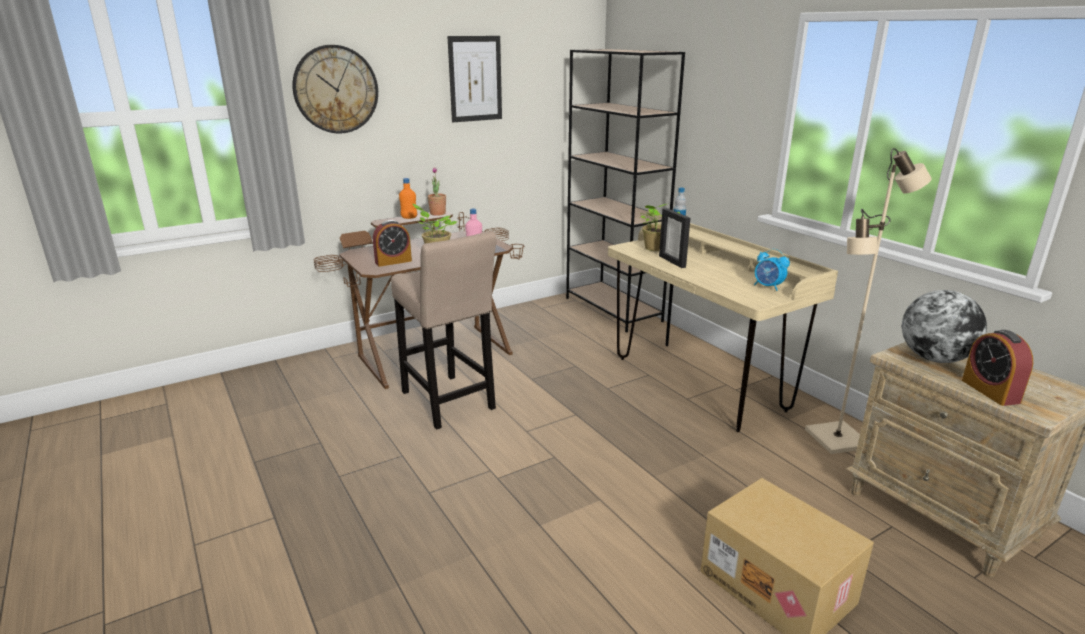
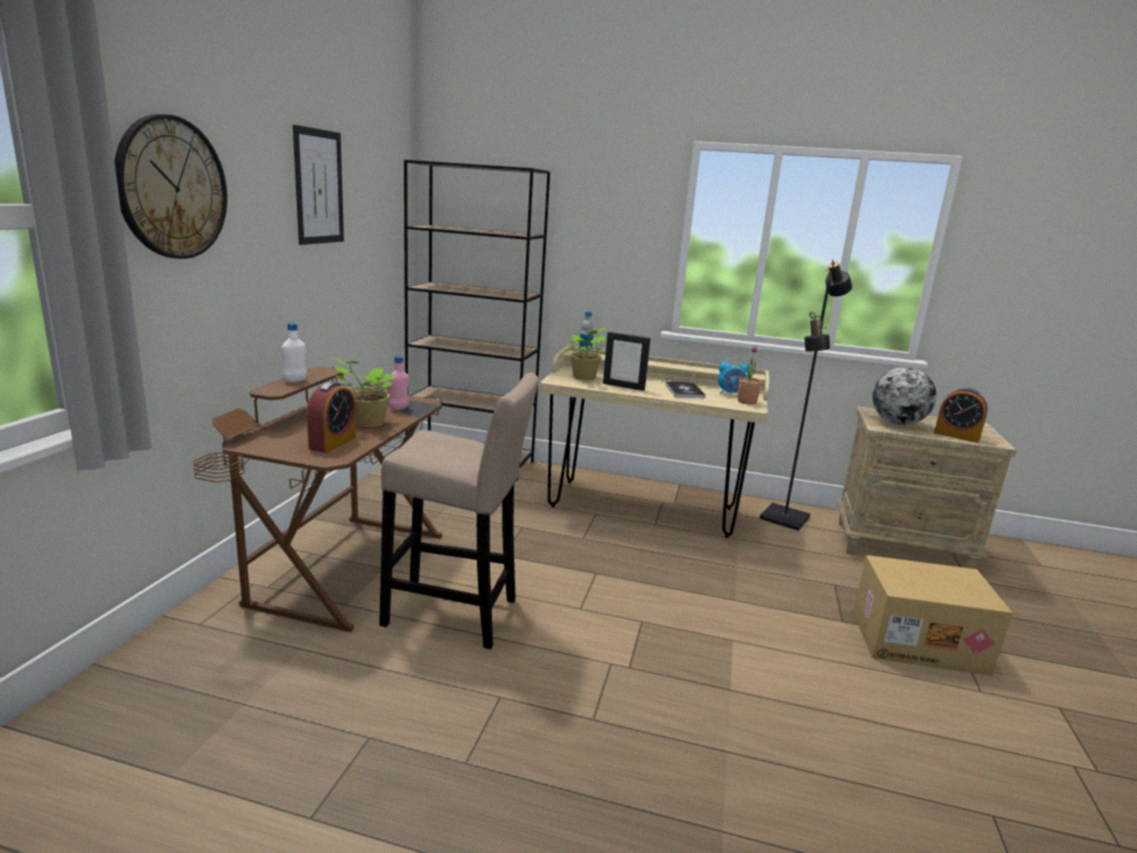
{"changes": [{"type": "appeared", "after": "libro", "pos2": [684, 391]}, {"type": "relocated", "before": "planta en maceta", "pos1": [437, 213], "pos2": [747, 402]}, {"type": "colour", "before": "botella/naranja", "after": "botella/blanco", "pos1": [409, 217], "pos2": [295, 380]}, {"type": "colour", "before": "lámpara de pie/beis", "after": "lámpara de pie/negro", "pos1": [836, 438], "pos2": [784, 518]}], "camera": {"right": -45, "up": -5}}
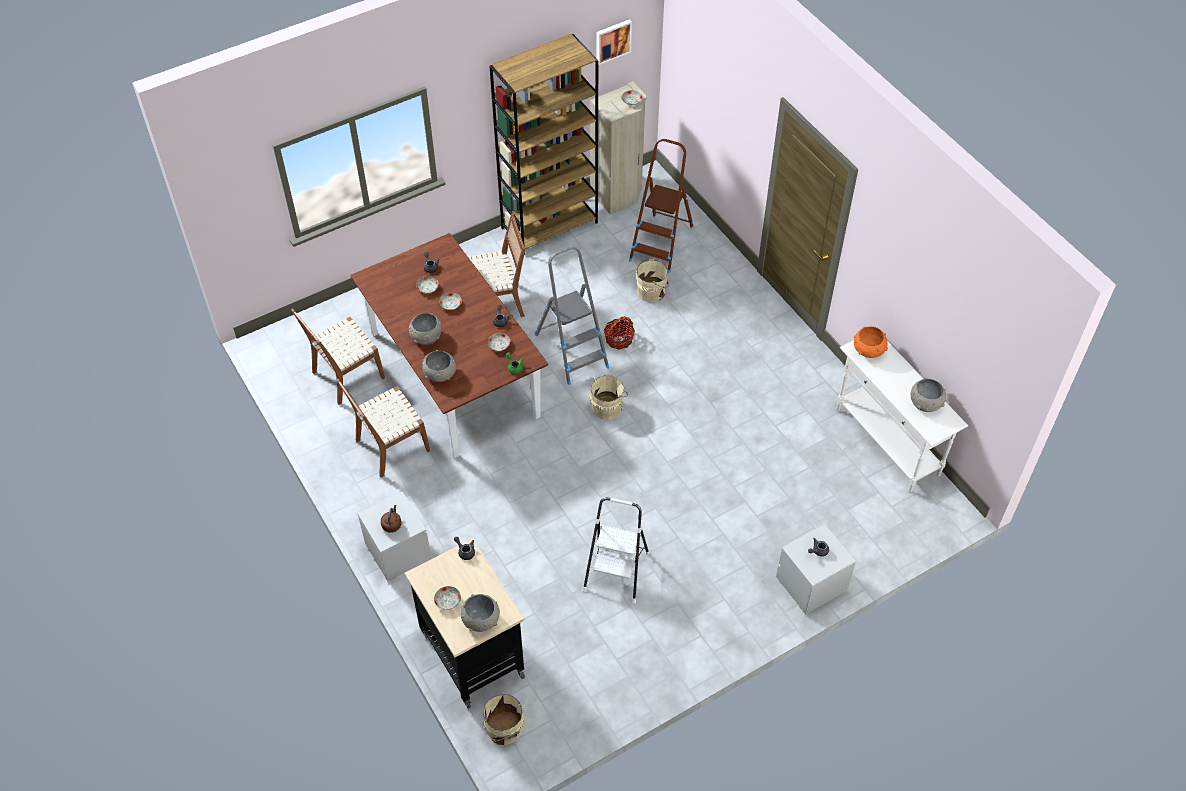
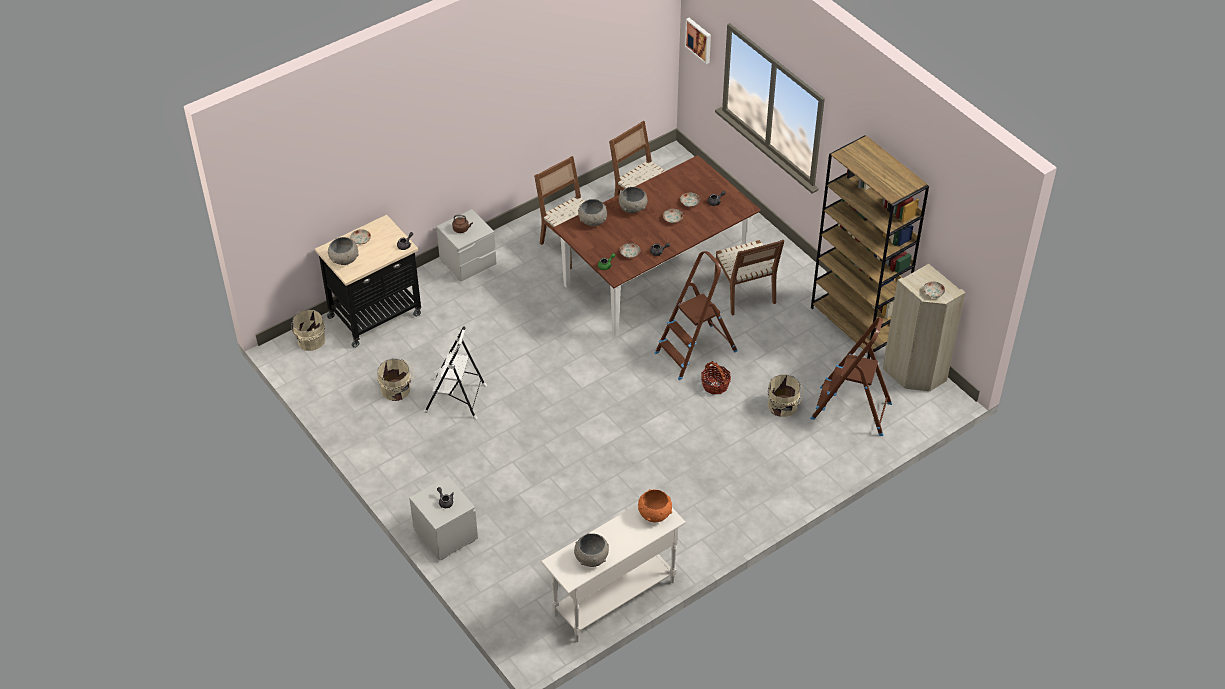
{"changes": [{"type": "relocated", "before": "cubo/beis", "pos1": [608, 407], "pos2": [396, 390]}, {"type": "relocated", "before": "cuadro", "pos1": [612, 41], "pos2": [699, 40]}, {"type": "colour", "before": "escalera de tijera/gris", "after": "escalera de tijera/marrón", "pos1": [572, 351], "pos2": [695, 352]}], "camera": {"right": 85, "up": -5}}
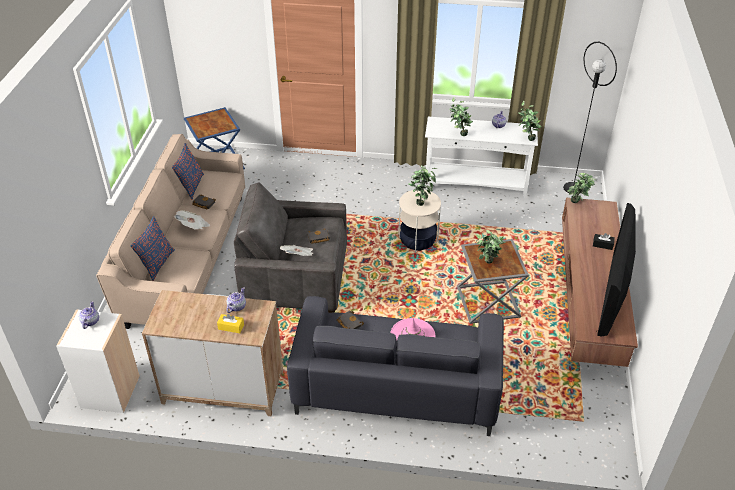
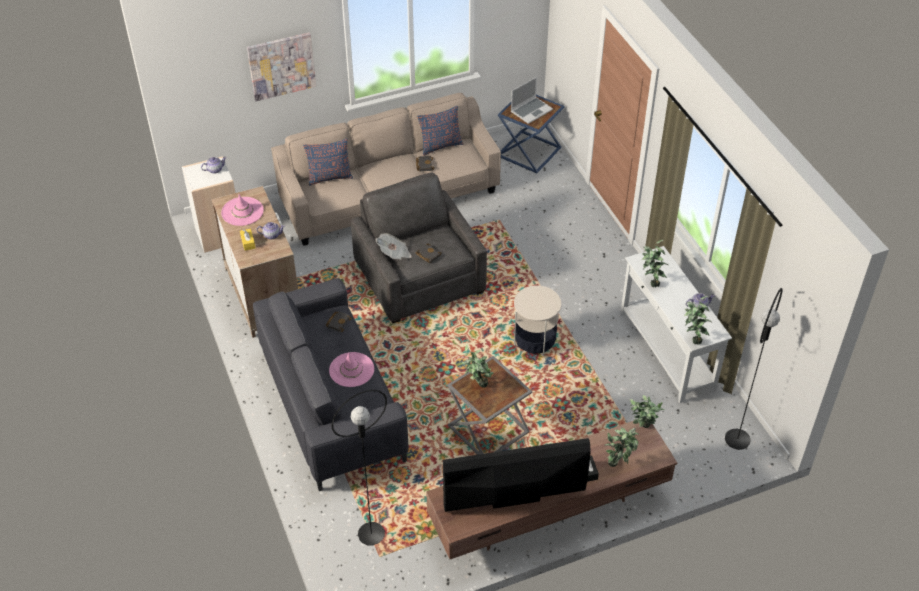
{"changes": [{"type": "missing", "before": "periódico", "pos1": [193, 227]}, {"type": "appeared", "after": "sombrero/rosa", "pos2": [242, 211]}, {"type": "appeared", "after": "cuadro", "pos2": [281, 66]}, {"type": "appeared", "after": "lámpara de pie/negro", "pos2": [371, 534]}, {"type": "appeared", "after": "portátil", "pos2": [531, 110]}, {"type": "relocated", "before": "planta en maceta", "pos1": [421, 201], "pos2": [619, 463]}], "camera": {"right": 60, "up": 5}}
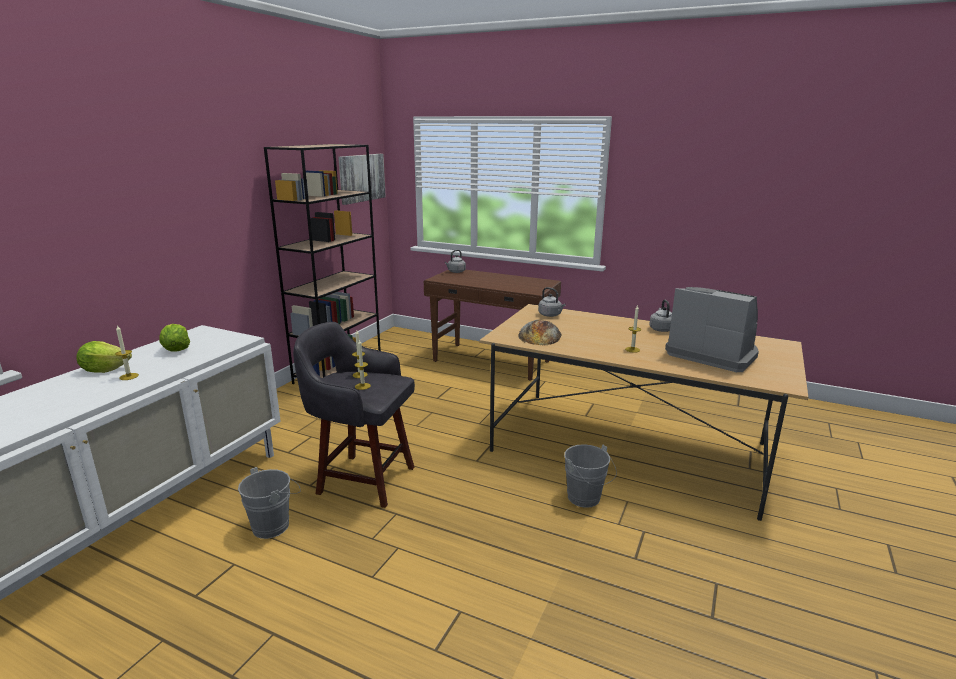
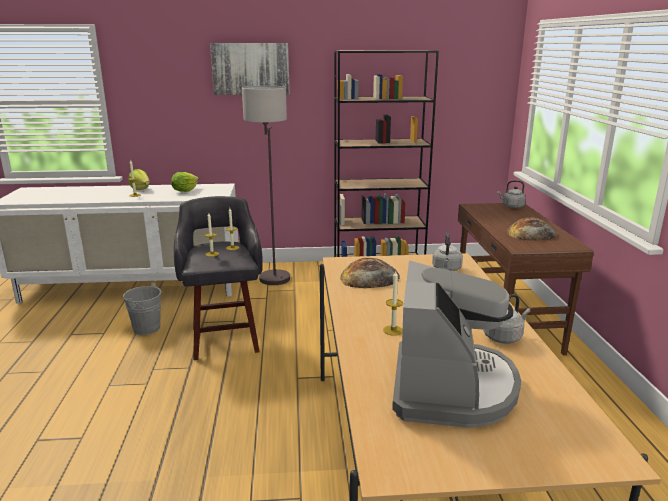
{"changes": [{"type": "missing", "before": "cubo/gris", "pos1": [586, 499]}, {"type": "appeared", "after": "lámpara de pie/gris", "pos2": [273, 283]}, {"type": "appeared", "after": "pan", "pos2": [531, 233]}, {"type": "relocated", "before": "cuadro", "pos1": [361, 178], "pos2": [250, 68]}], "camera": {"right": 60, "up": 0}}
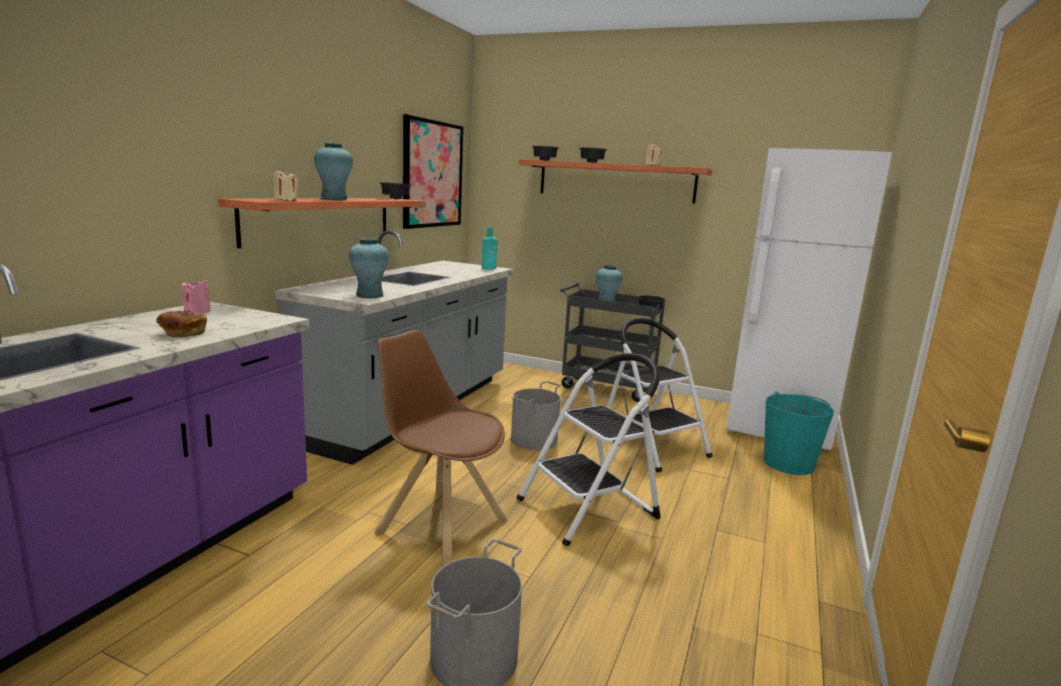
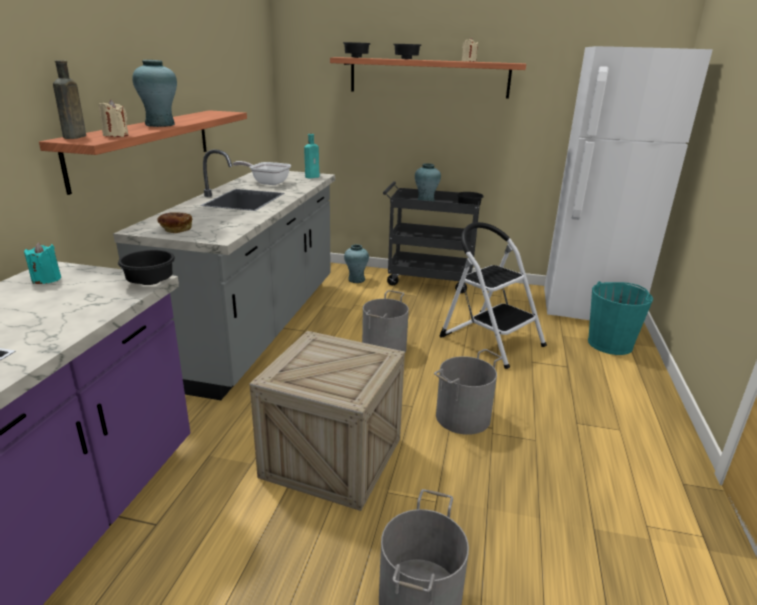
{"changes": [{"type": "missing", "before": "cuadro", "pos1": [432, 174]}, {"type": "appeared", "after": "botella/marrón", "pos2": [74, 137]}, {"type": "appeared", "after": "sartén", "pos2": [267, 182]}, {"type": "relocated", "before": "pan", "pos1": [182, 333], "pos2": [175, 229]}, {"type": "relocated", "before": "florero/turquesa", "pos1": [369, 295], "pos2": [356, 280]}, {"type": "relocated", "before": "cuenco/negro", "pos1": [394, 199], "pos2": [148, 282]}, {"type": "exchanged", "before": "silla/marrón", "after": "caja de embalaje", "pos1": [439, 525], "pos2": [332, 457]}, {"type": "exchanged", "before": "escalera de tijera", "after": "cubo/gris", "pos1": [591, 509], "pos2": [463, 417]}, {"type": "colour", "before": "vela/rosa", "after": "vela/turquesa", "pos1": [197, 311], "pos2": [46, 279]}], "camera": {"right": -10, "up": 10}}
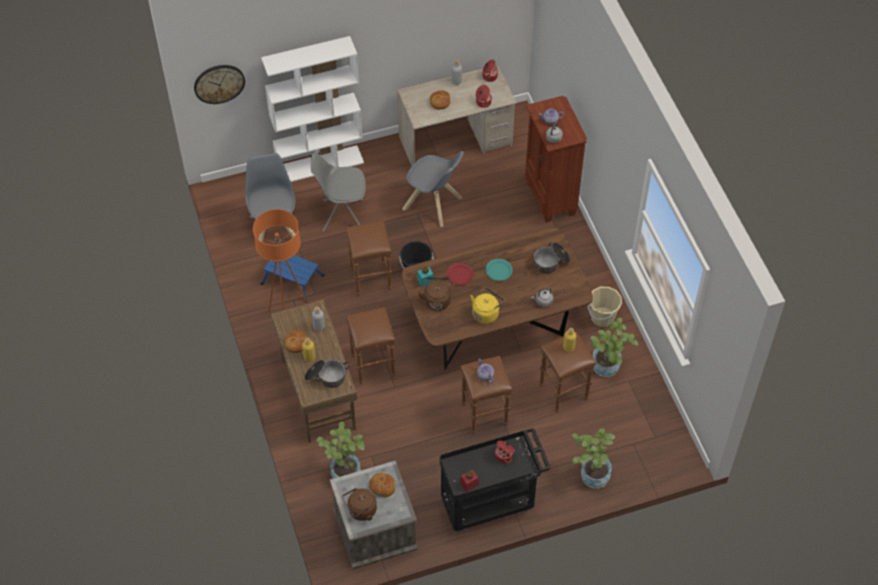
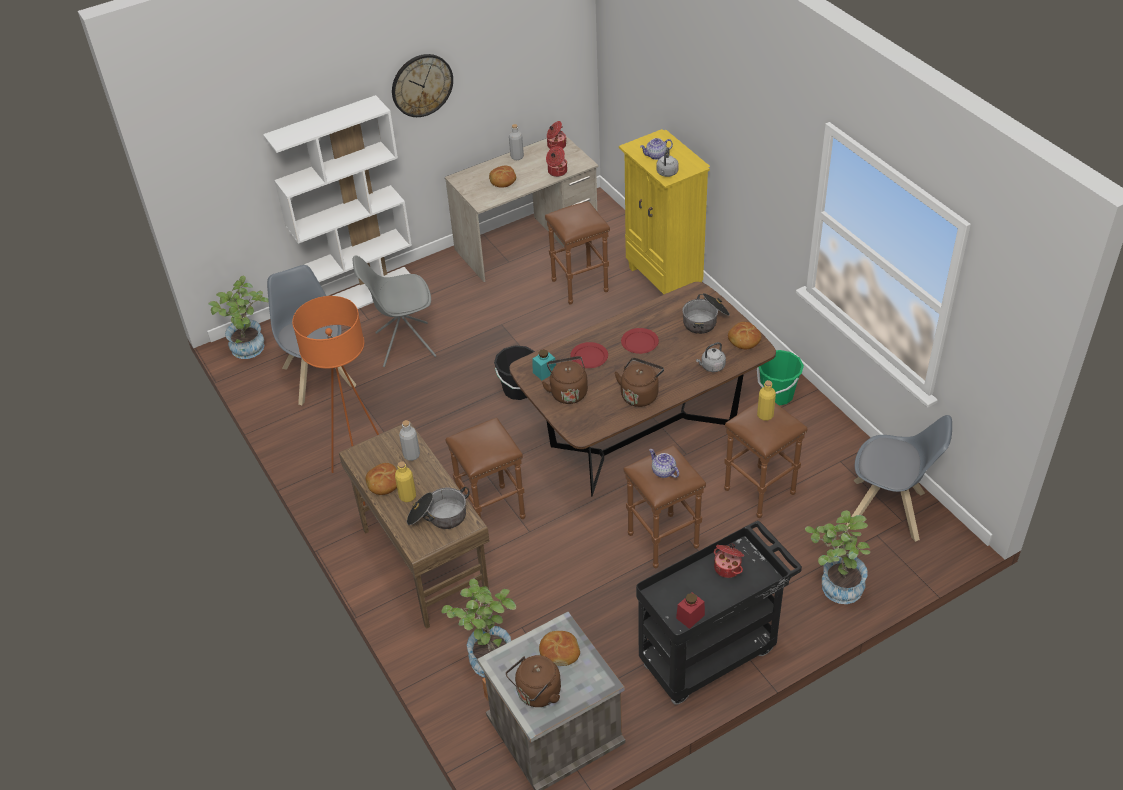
{"changes": [{"type": "missing", "before": "escalera de tijera/azul", "pos1": [292, 279]}, {"type": "appeared", "after": "pan", "pos2": [743, 340]}, {"type": "relocated", "before": "reloj de pared", "pos1": [219, 83], "pos2": [422, 85]}, {"type": "relocated", "before": "taburete/marrón", "pos1": [370, 279], "pos2": [579, 286]}, {"type": "relocated", "before": "silla/gris", "pos1": [434, 204], "pos2": [888, 510]}, {"type": "relocated", "before": "planta en maceta", "pos1": [608, 369], "pos2": [250, 350]}, {"type": "colour", "before": "hervidor/amarillo", "after": "hervidor/marrón", "pos1": [486, 313], "pos2": [640, 394]}, {"type": "colour", "before": "plato/turquesa", "after": "plato/rojo", "pos1": [498, 271], "pos2": [639, 342]}, {"type": "colour", "before": "armario/marrón", "after": "armario/amarillo", "pos1": [549, 199], "pos2": [663, 280]}, {"type": "colour", "before": "cubo/beis", "after": "cubo/verde", "pos1": [602, 317], "pos2": [777, 394]}], "camera": {"right": -10, "up": -10}}
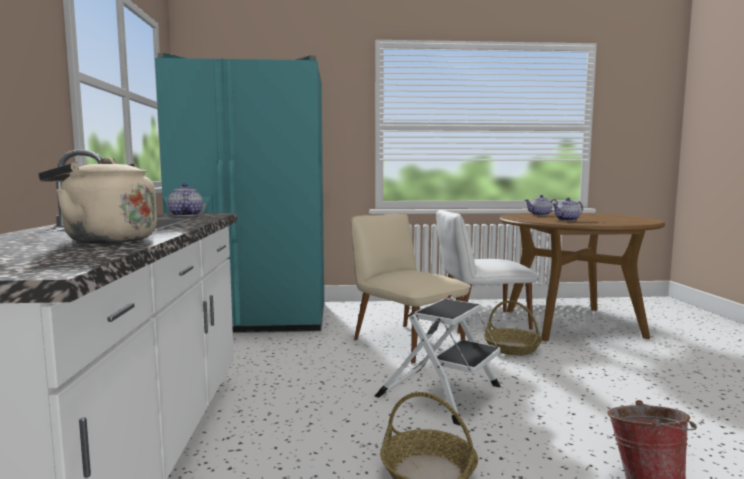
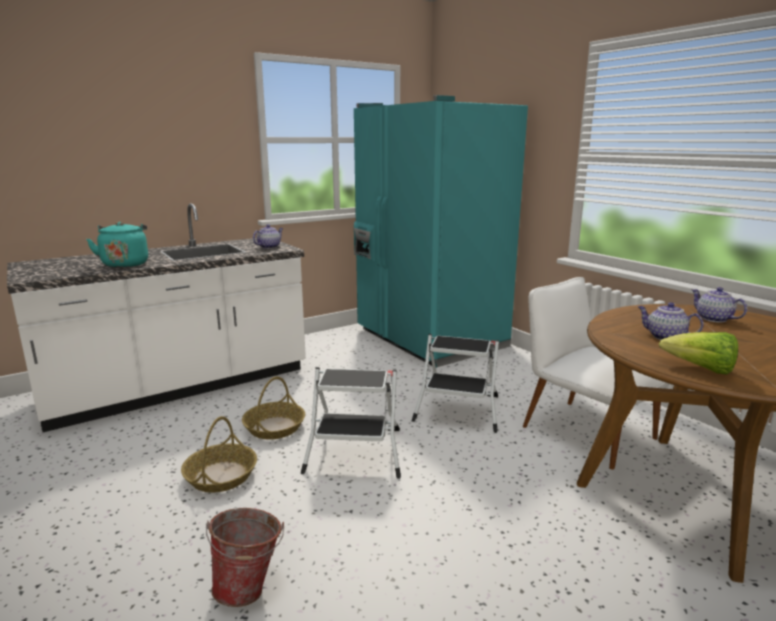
{"changes": [{"type": "appeared", "after": "lechuga", "pos2": [700, 369]}, {"type": "relocated", "before": "cesta", "pos1": [512, 348], "pos2": [274, 427]}, {"type": "exchanged", "before": "silla/beis", "after": "escalera de tijera", "pos1": [408, 342], "pos2": [458, 409]}, {"type": "colour", "before": "hervidor/beis", "after": "hervidor/turquesa", "pos1": [106, 240], "pos2": [125, 264]}], "camera": {"right": 60, "up": 10}}
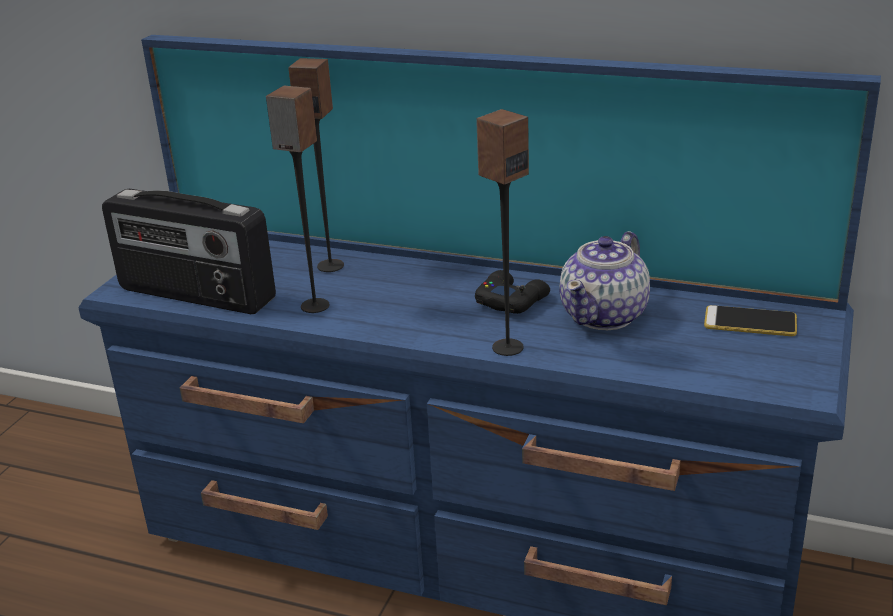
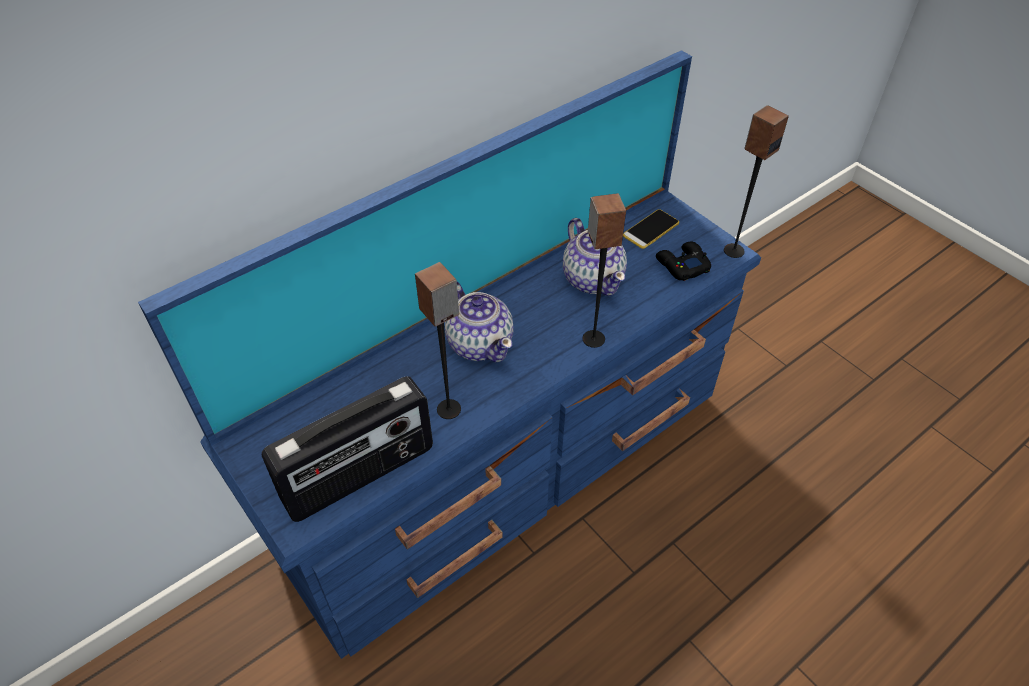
{"changes": [{"type": "appeared", "after": "tetera", "pos2": [480, 343]}, {"type": "relocated", "before": "altavoz", "pos1": [331, 265], "pos2": [733, 250]}, {"type": "relocated", "before": "mando de consola/negro", "pos1": [511, 300], "pos2": [682, 265]}], "camera": {"right": -60, "up": 20}}
